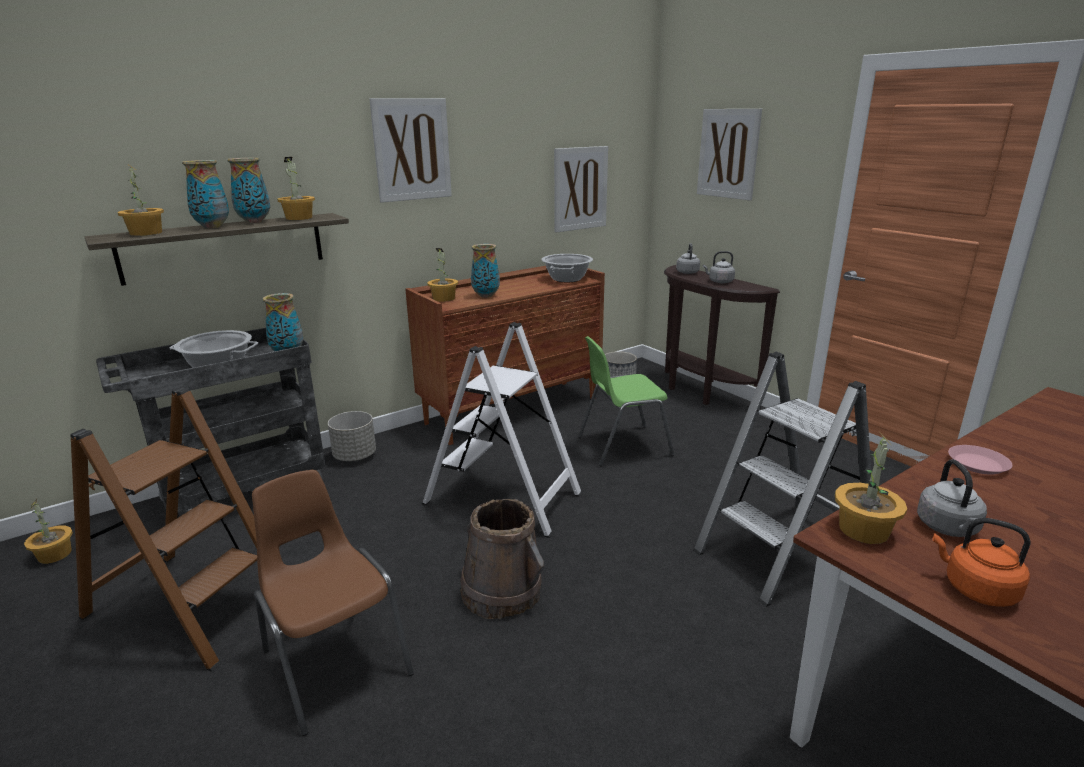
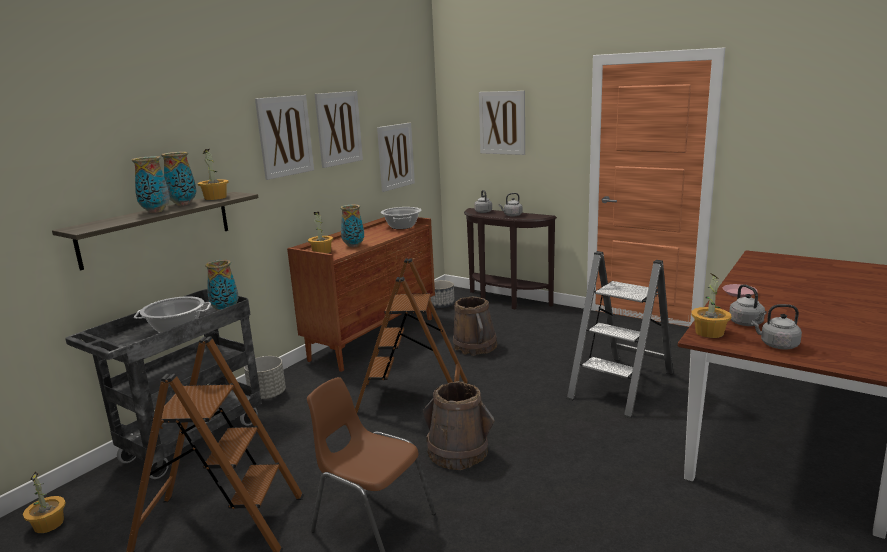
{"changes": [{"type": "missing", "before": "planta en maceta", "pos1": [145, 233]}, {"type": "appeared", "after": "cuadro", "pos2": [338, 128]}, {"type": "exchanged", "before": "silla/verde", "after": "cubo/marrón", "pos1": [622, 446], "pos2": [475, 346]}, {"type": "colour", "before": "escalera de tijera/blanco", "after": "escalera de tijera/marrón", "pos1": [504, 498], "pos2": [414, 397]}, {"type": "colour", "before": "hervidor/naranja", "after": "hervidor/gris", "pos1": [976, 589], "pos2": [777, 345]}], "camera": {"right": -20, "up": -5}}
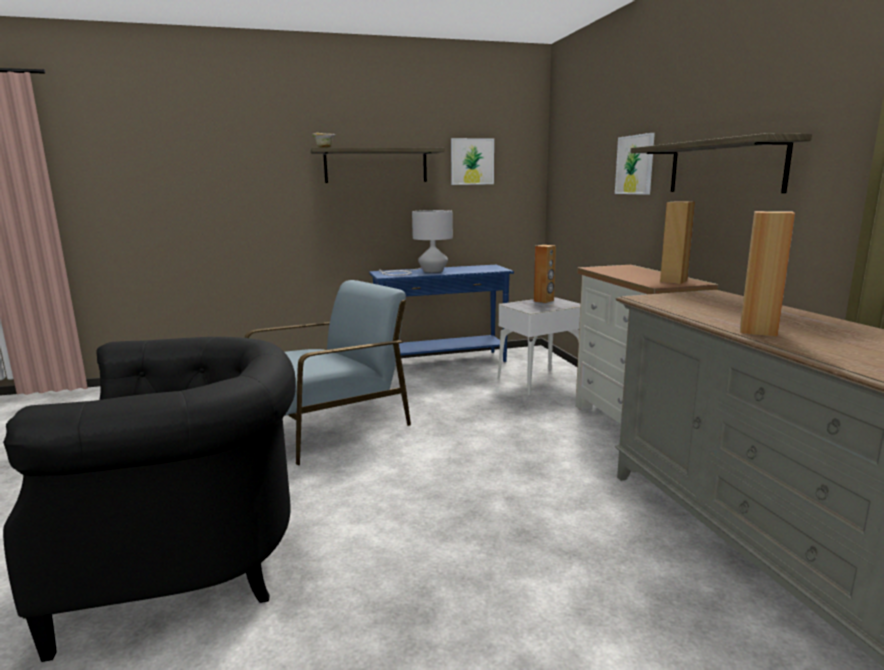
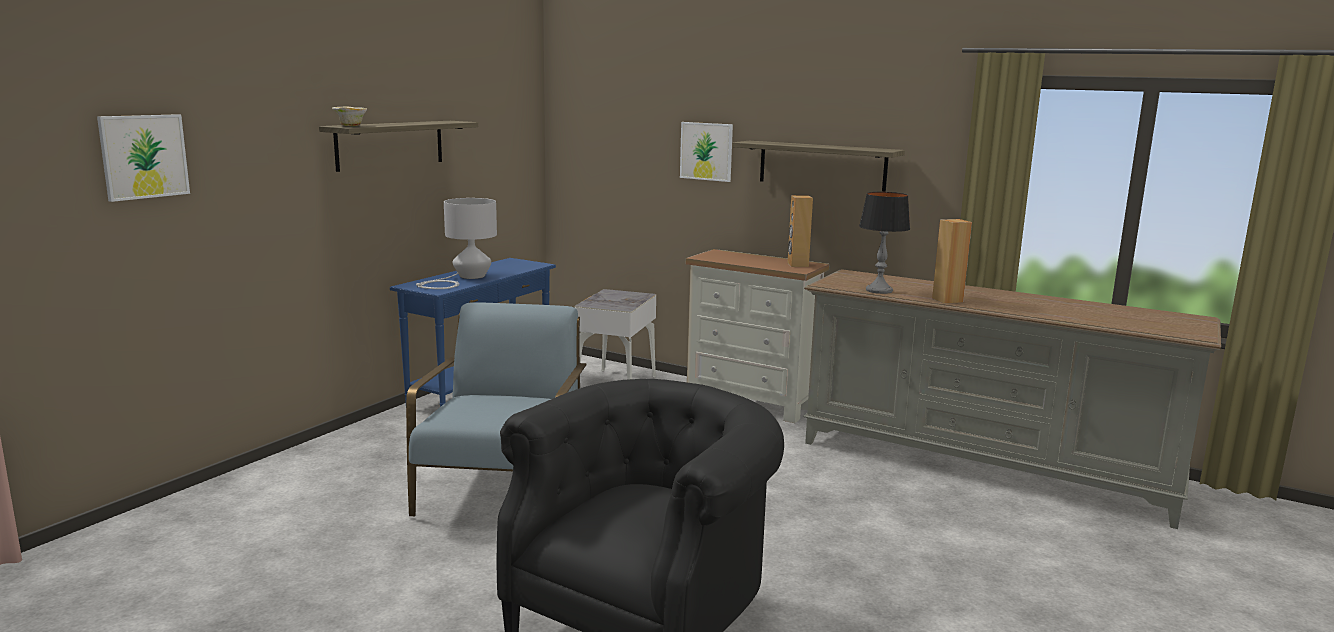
{"changes": [{"type": "missing", "before": "altavoz/marrón", "pos1": [544, 301]}, {"type": "appeared", "after": "lámpara de mesa", "pos2": [879, 290]}, {"type": "relocated", "before": "cuadro", "pos1": [472, 161], "pos2": [144, 156]}], "camera": {"right": -45, "up": 0}}
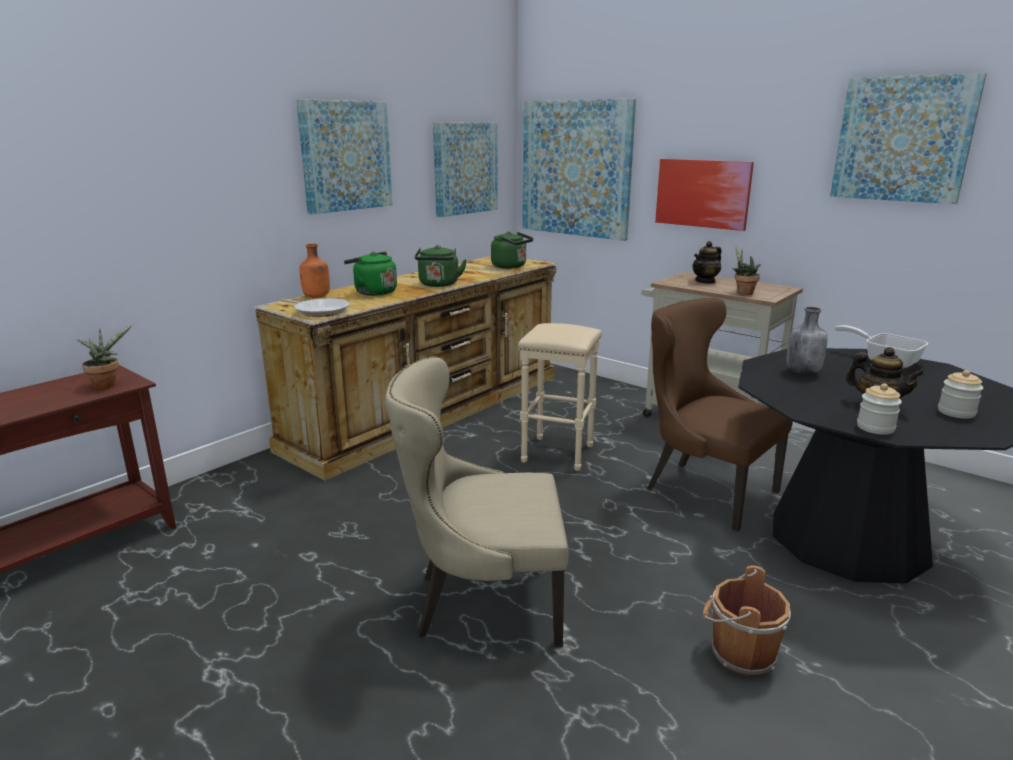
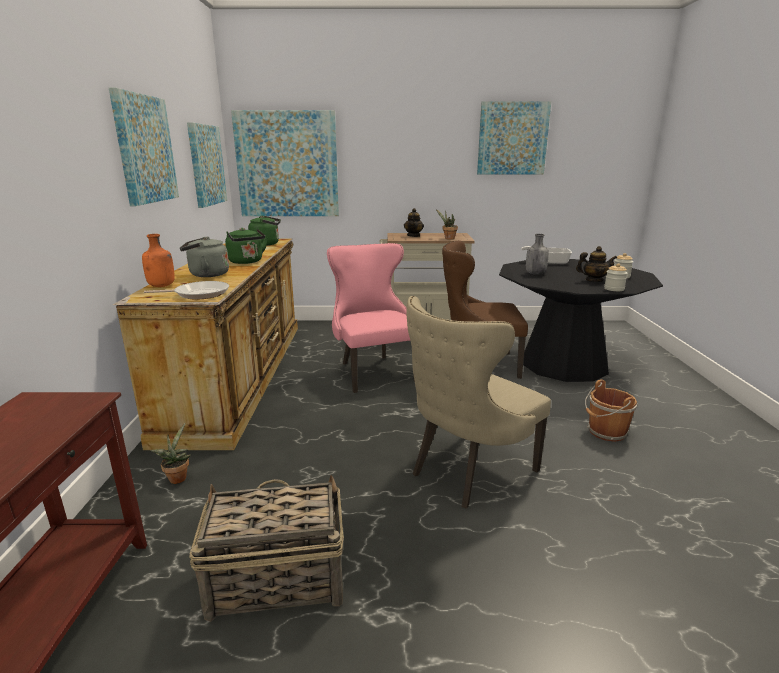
{"changes": [{"type": "missing", "before": "cuadro", "pos1": [702, 193]}, {"type": "appeared", "after": "cesta", "pos2": [275, 580]}, {"type": "relocated", "before": "planta en maceta", "pos1": [107, 385], "pos2": [177, 477]}, {"type": "exchanged", "before": "taburete/beis", "after": "silla/rosa", "pos1": [559, 453], "pos2": [373, 371]}, {"type": "colour", "before": "hervidor/verde", "after": "hervidor/gris", "pos1": [373, 292], "pos2": [206, 275]}], "camera": {"right": -40, "up": 0}}
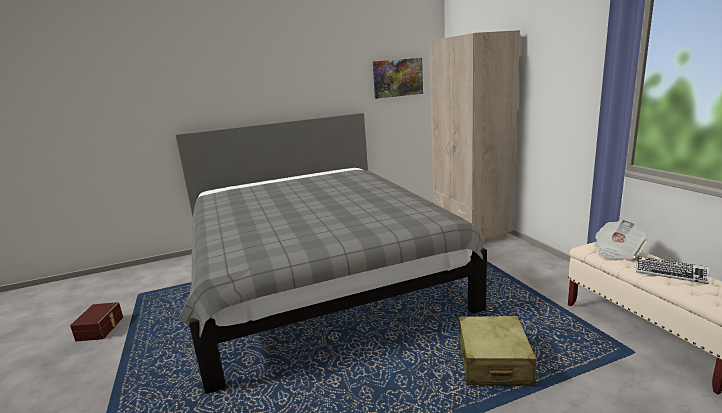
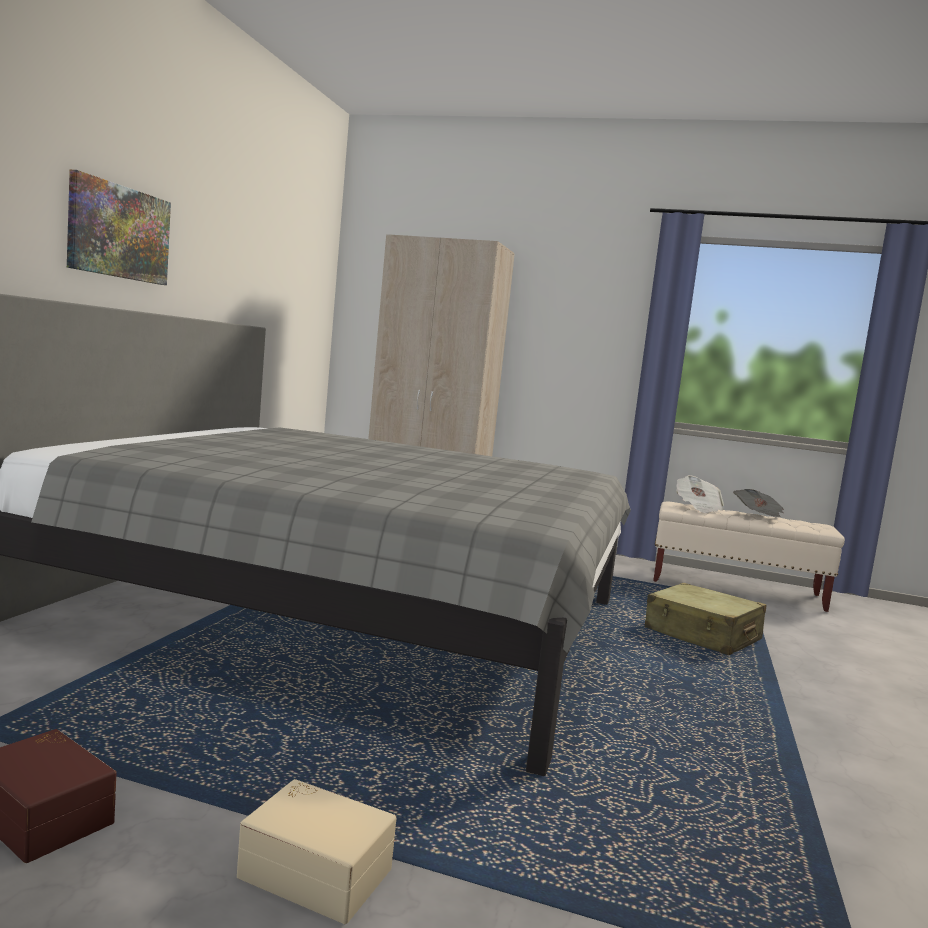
{"changes": [{"type": "appeared", "after": "caja de almacenaje/beis", "pos2": [317, 870]}, {"type": "relocated", "before": "cuadro", "pos1": [397, 78], "pos2": [119, 232]}, {"type": "exchanged", "before": "teclado", "after": "periódico", "pos1": [670, 273], "pos2": [758, 517]}], "camera": {"right": -55, "up": -10}}
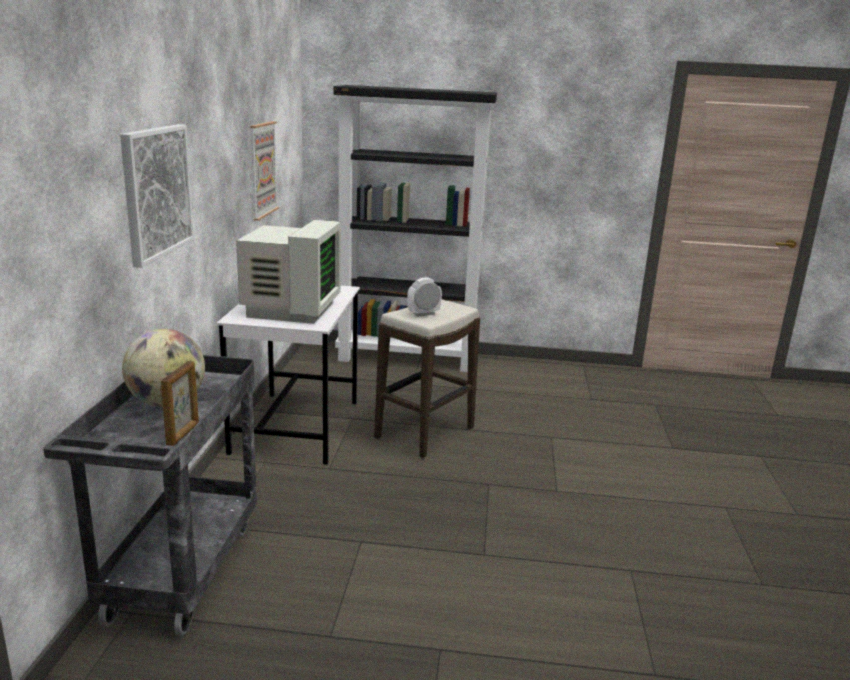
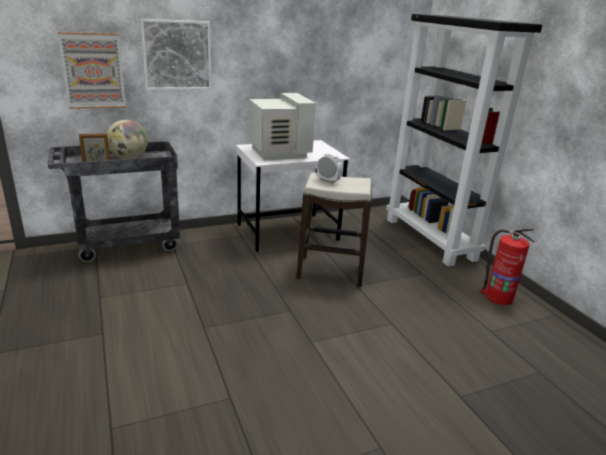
{"changes": [{"type": "appeared", "after": "extintor", "pos2": [498, 297]}, {"type": "relocated", "before": "cuadro", "pos1": [263, 169], "pos2": [93, 71]}, {"type": "spun", "before": "monitor", "pos1": [290, 309], "pos2": [278, 152], "turn": -90}], "camera": {"right": 60, "up": 5}}
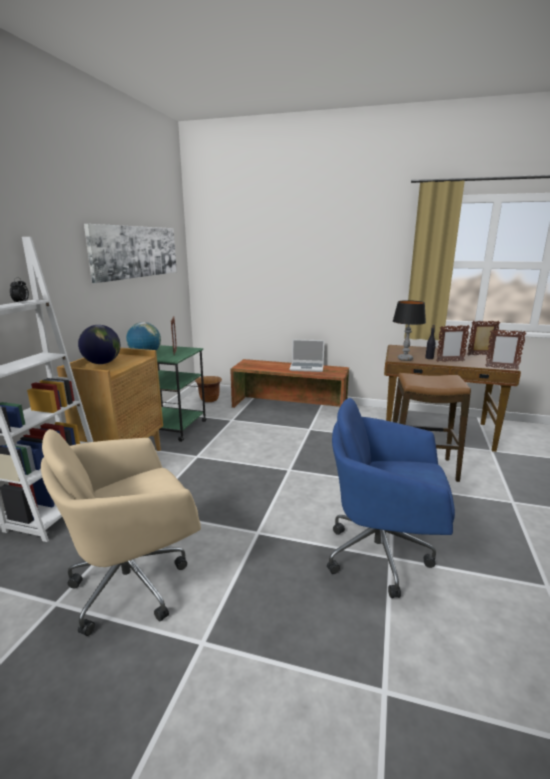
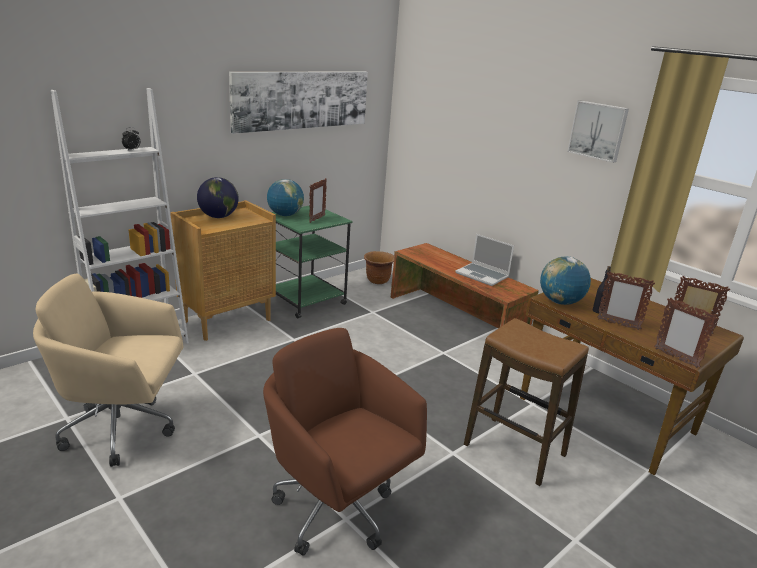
{"changes": [{"type": "appeared", "after": "cuadro", "pos2": [598, 130]}, {"type": "exchanged", "before": "lámpara de mesa", "after": "globo terráqueo", "pos1": [405, 359], "pos2": [560, 302]}, {"type": "colour", "before": "silla de oficina/azul", "after": "silla de oficina/marrón", "pos1": [382, 557], "pos2": [338, 515]}], "camera": {"right": 30, "up": 5}}
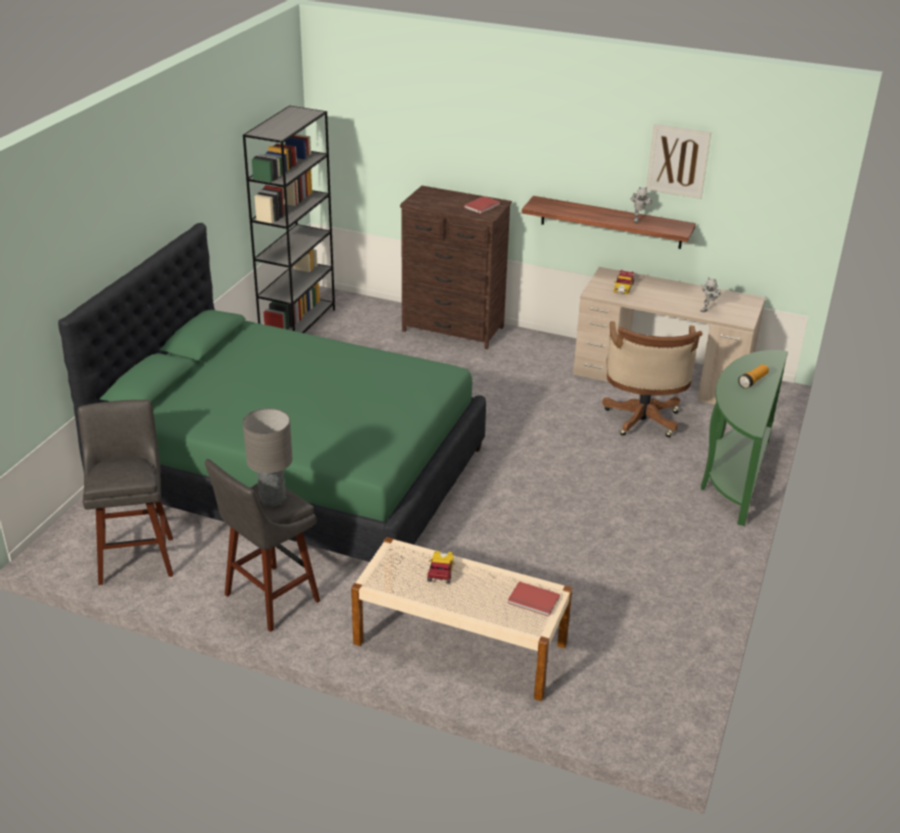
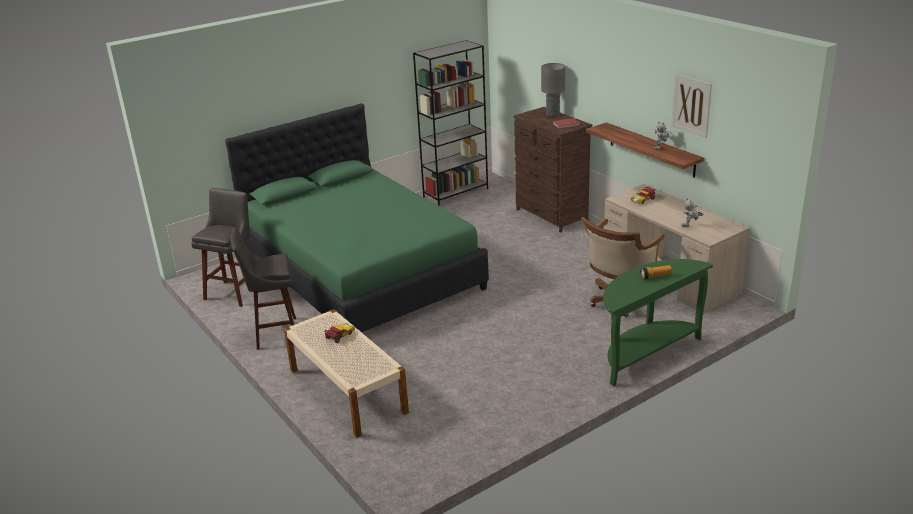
{"changes": [{"type": "missing", "before": "libro/rojo", "pos1": [533, 601]}, {"type": "relocated", "before": "lámpara de mesa/gris", "pos1": [273, 499], "pos2": [553, 114]}], "camera": {"right": 35, "up": -5}}
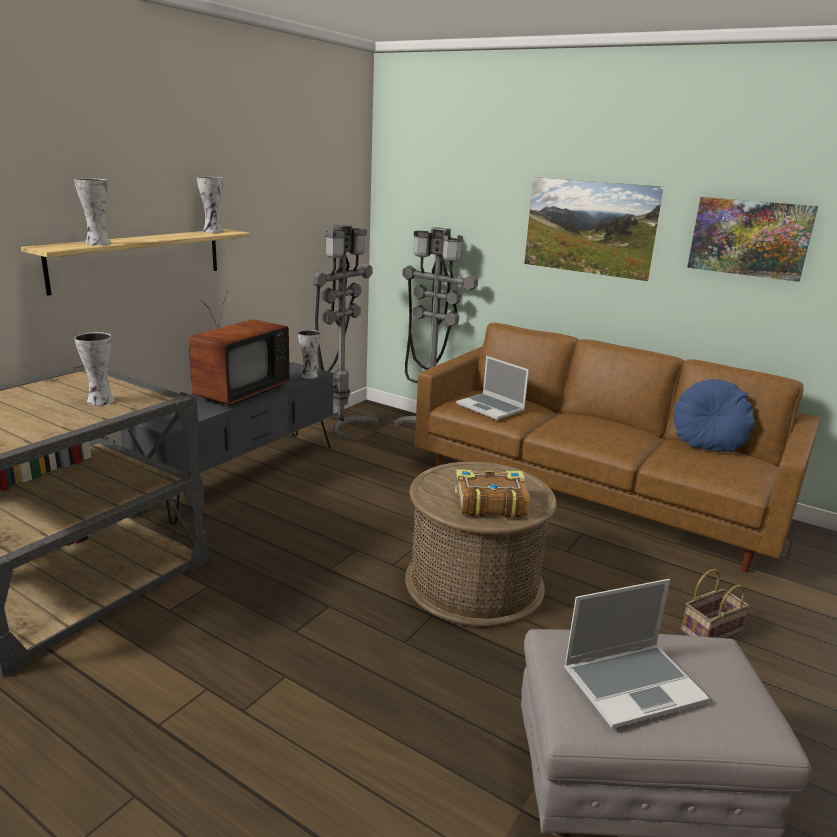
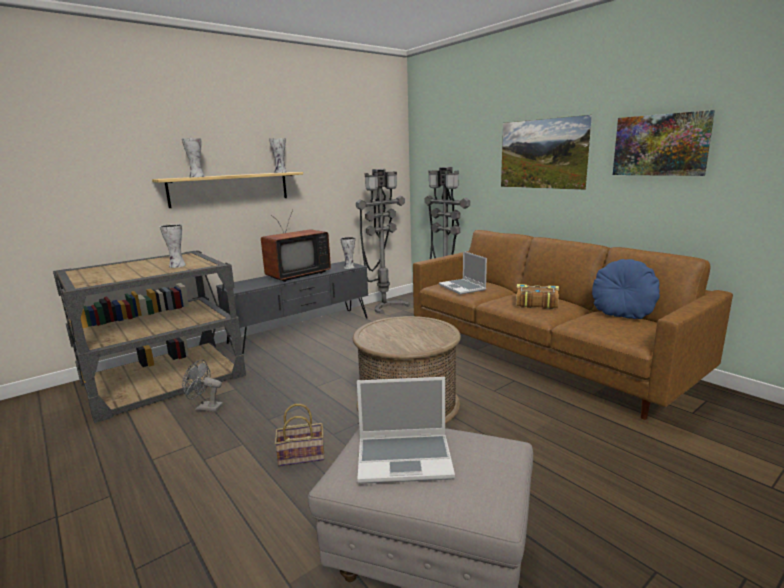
{"changes": [{"type": "appeared", "after": "ventilador/gris", "pos2": [205, 408]}, {"type": "relocated", "before": "libro", "pos1": [489, 503], "pos2": [536, 303]}, {"type": "relocated", "before": "cesta", "pos1": [711, 630], "pos2": [302, 455]}], "camera": {"right": 20, "up": -5}}
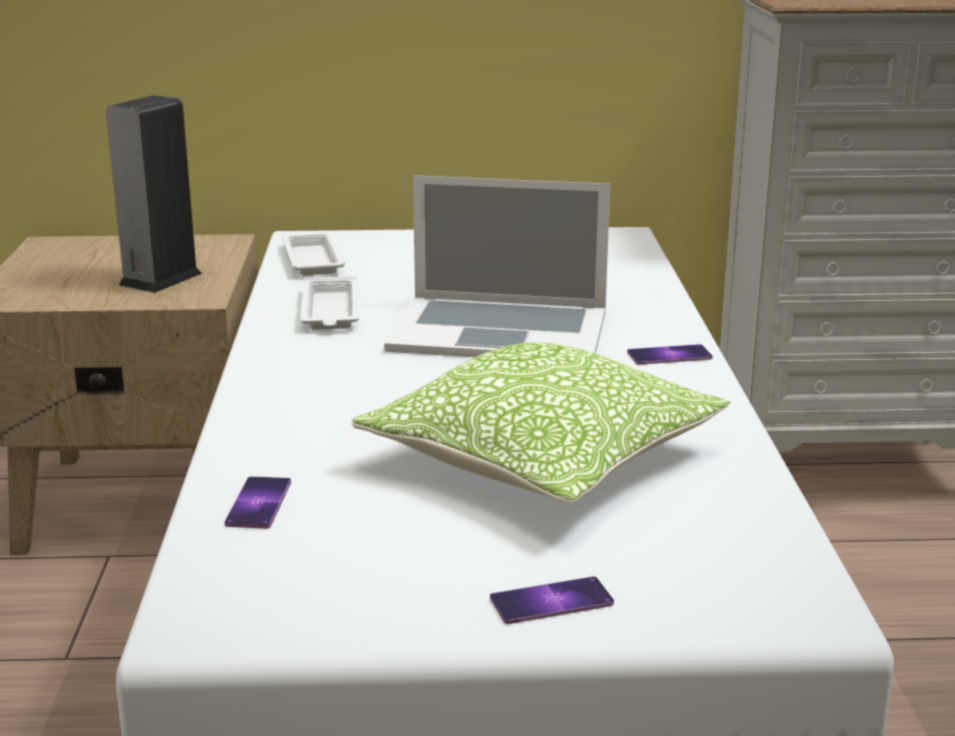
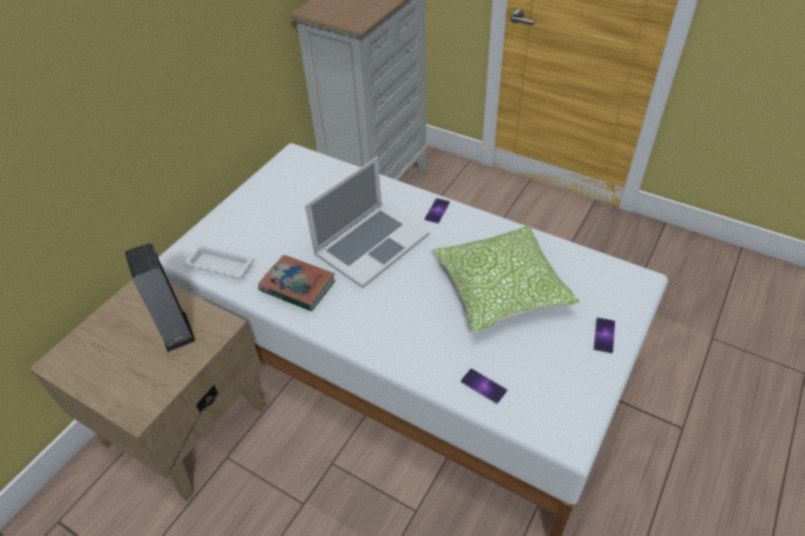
{"changes": [{"type": "exchanged", "before": "bandeja/blanco", "after": "libro", "pos1": [330, 311], "pos2": [297, 286]}], "camera": {"right": -55, "up": 25}}
